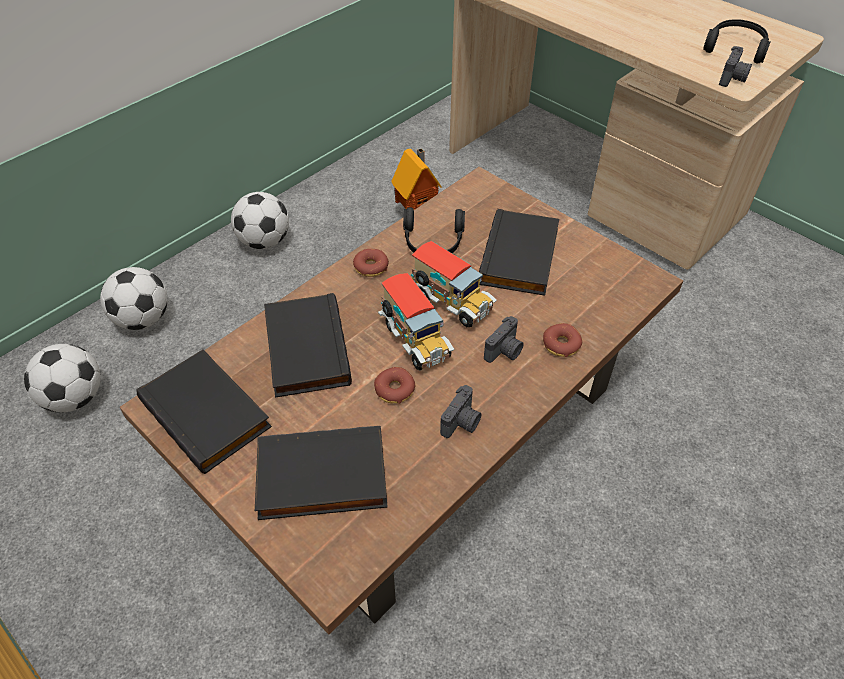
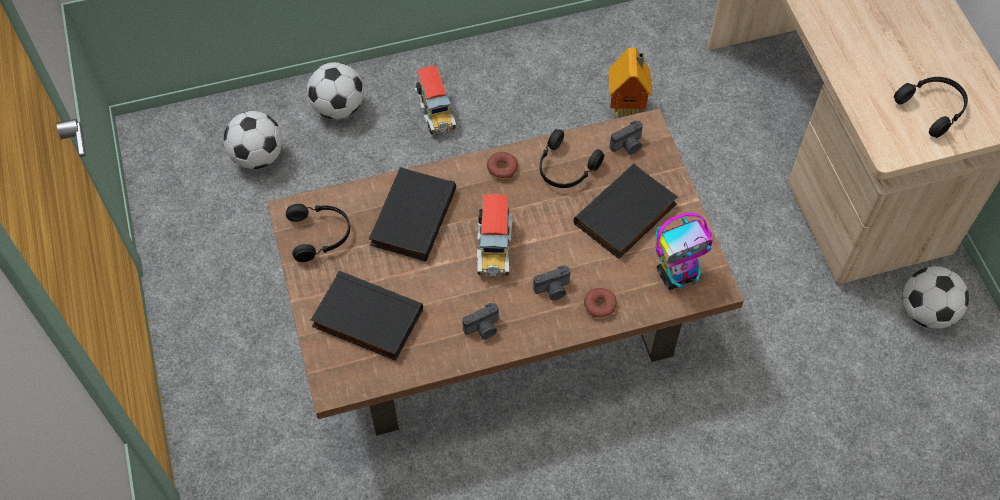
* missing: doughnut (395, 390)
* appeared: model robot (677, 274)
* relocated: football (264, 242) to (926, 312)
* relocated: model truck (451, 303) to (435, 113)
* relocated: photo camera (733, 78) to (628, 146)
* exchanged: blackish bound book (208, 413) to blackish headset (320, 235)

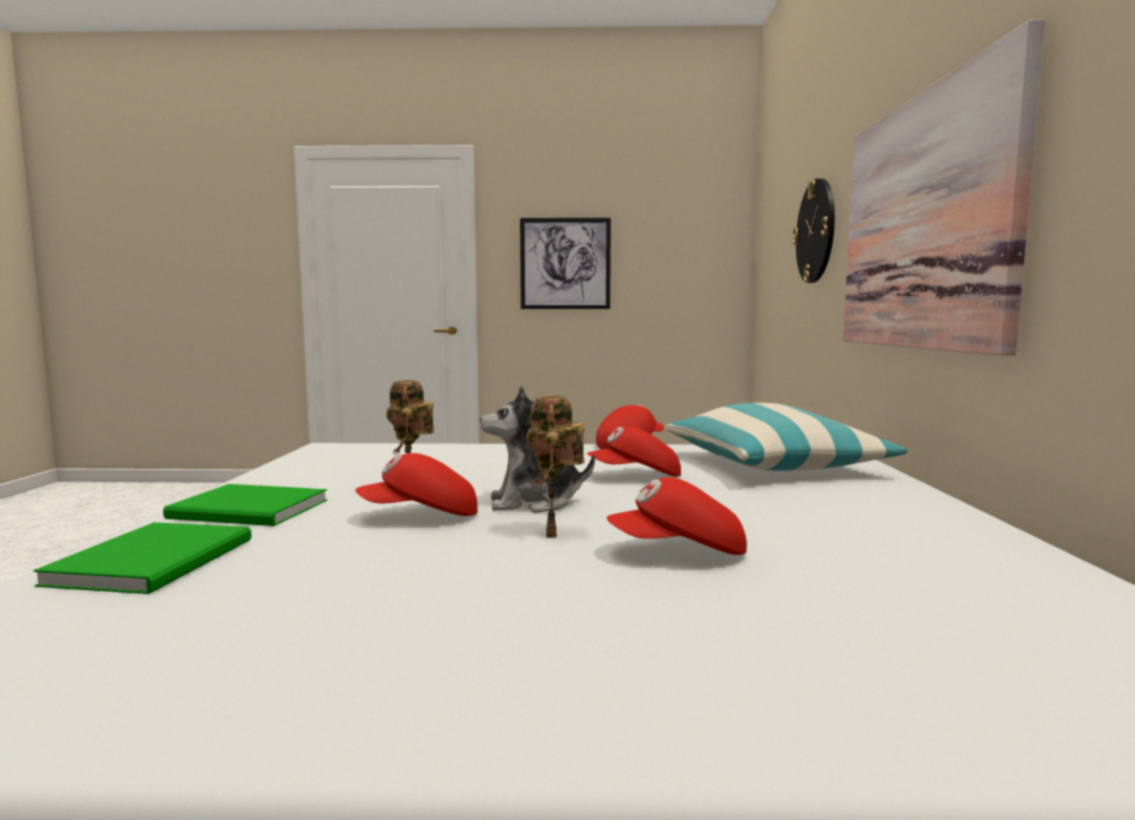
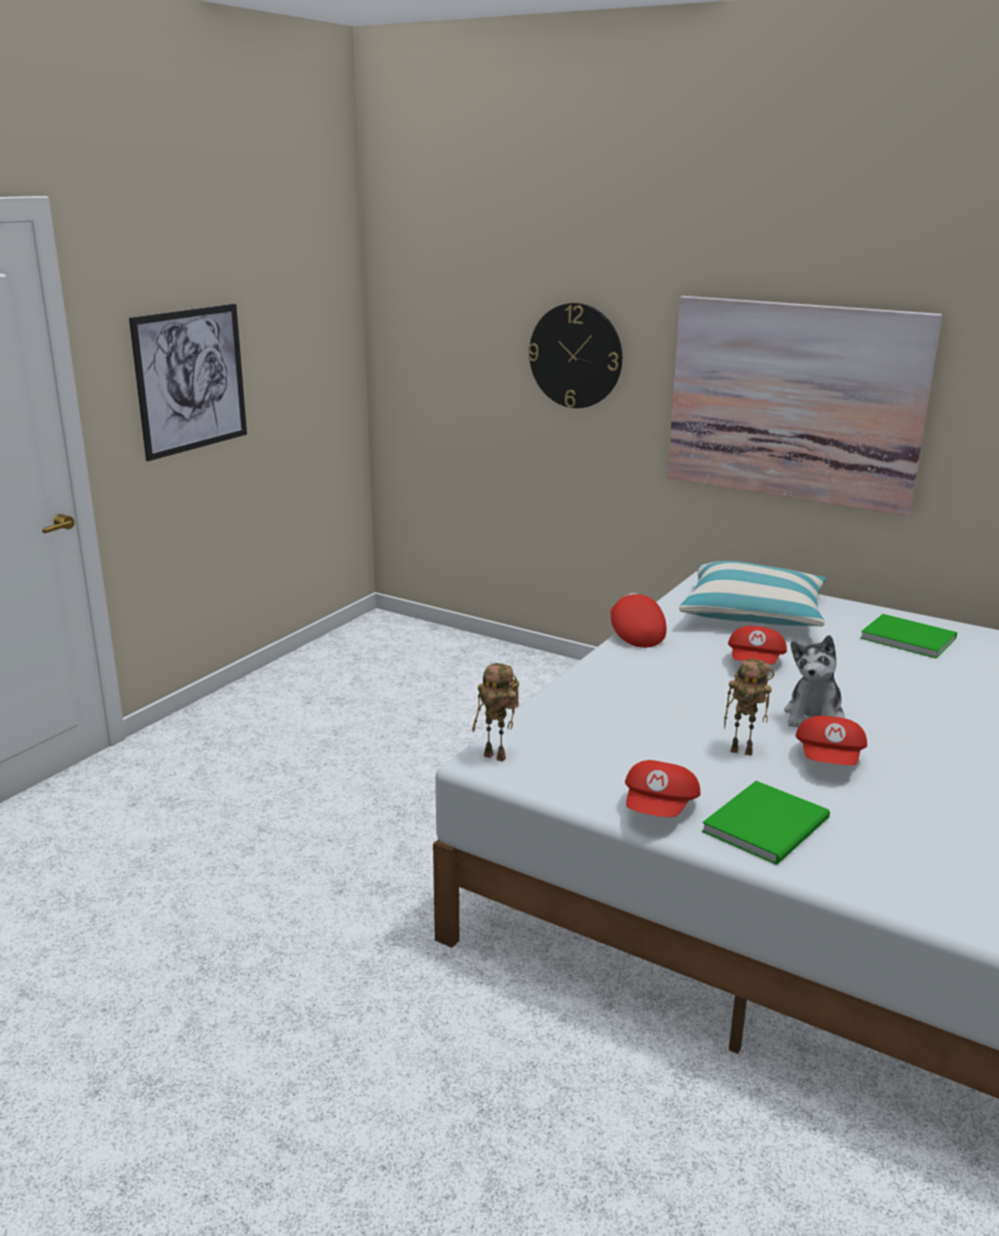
* relocated: green-coloured bound book (160, 560) to (906, 637)
* relocated: model robot (555, 533) to (497, 756)
* relocated: red-coloured cap (679, 552) to (660, 809)

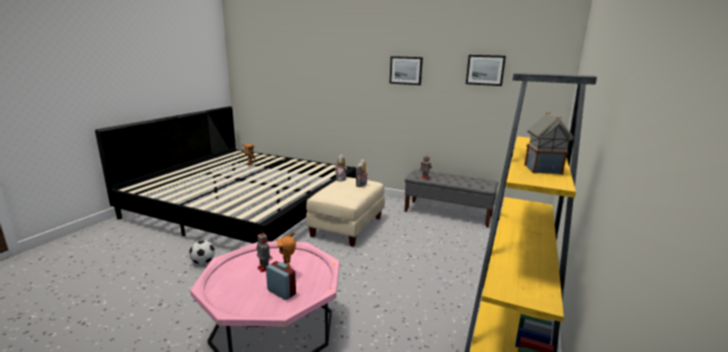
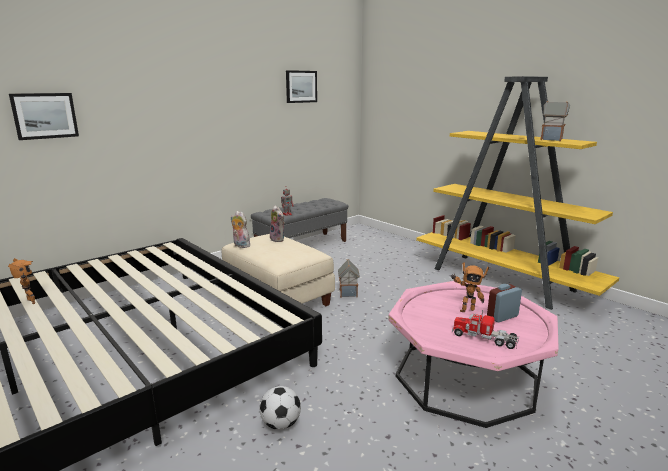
* missing: model robot (264, 267)
* appeared: model house (348, 293)
* appeared: model truck (484, 338)
* relocated: wall art (406, 70) to (45, 115)

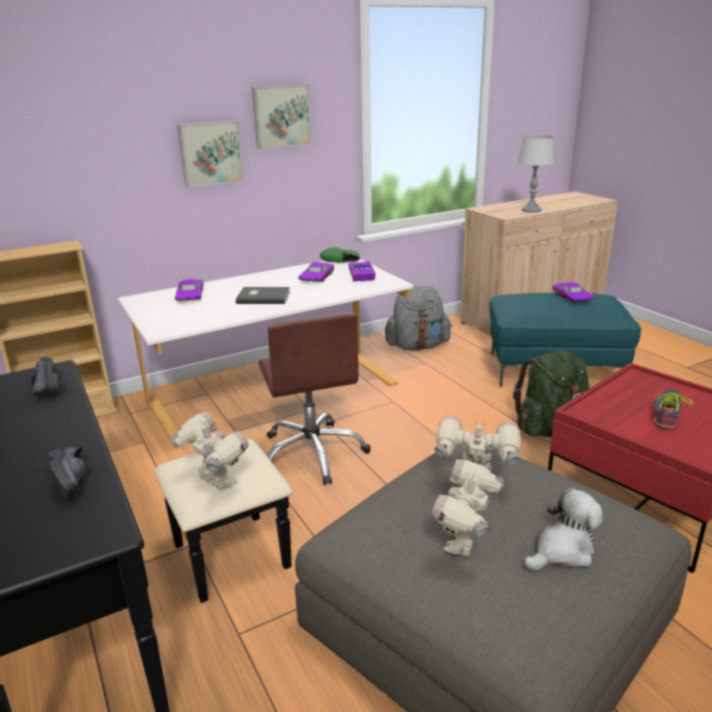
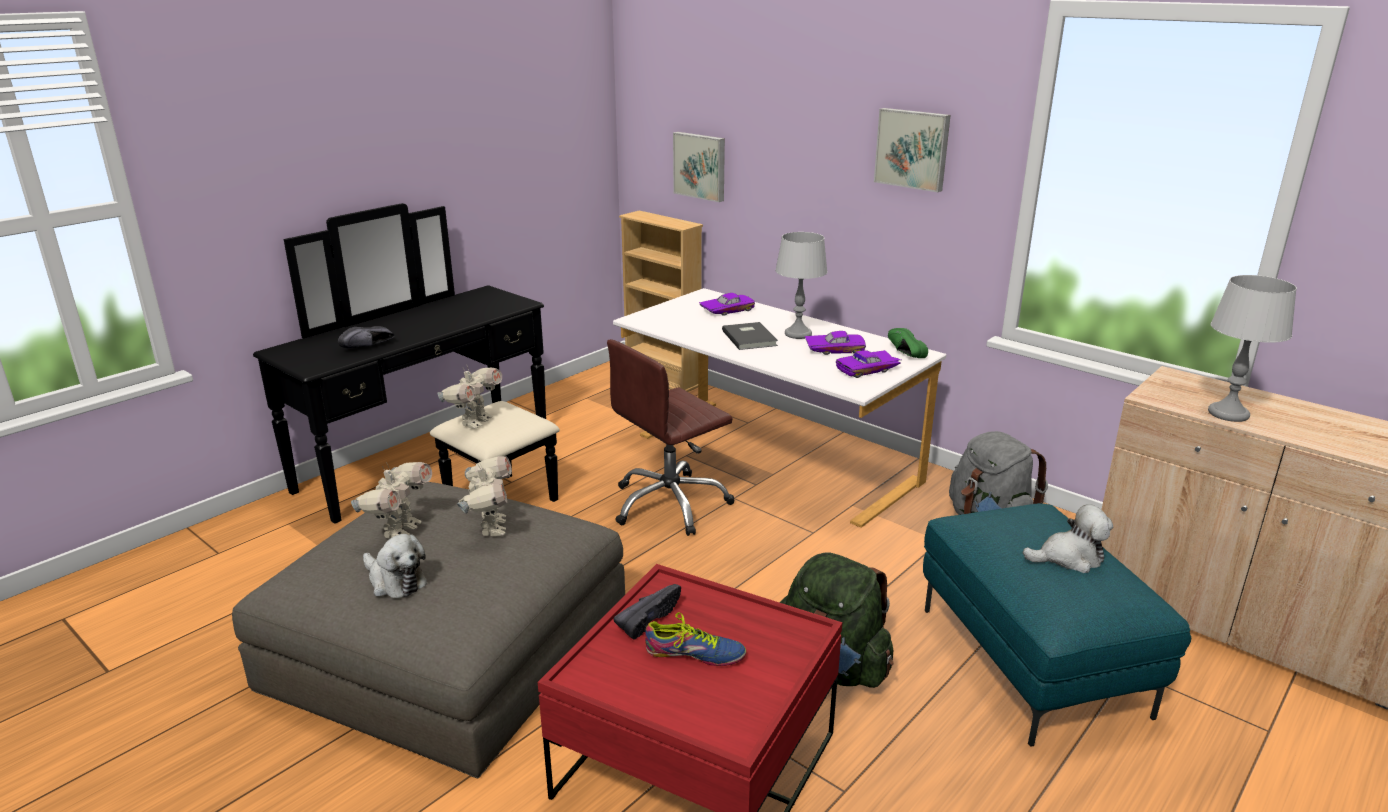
* appeared: greyish lamp for a table (798, 334)
* relocated: blackish low shoe (44, 388) to (647, 618)
* relocated: wall art (210, 153) to (700, 166)
* exchanged: purplish miniature car (570, 297) to cuddly toy (1069, 558)
* spun: model robot (464, 542) = (400, 531) 105 degrees clockwise

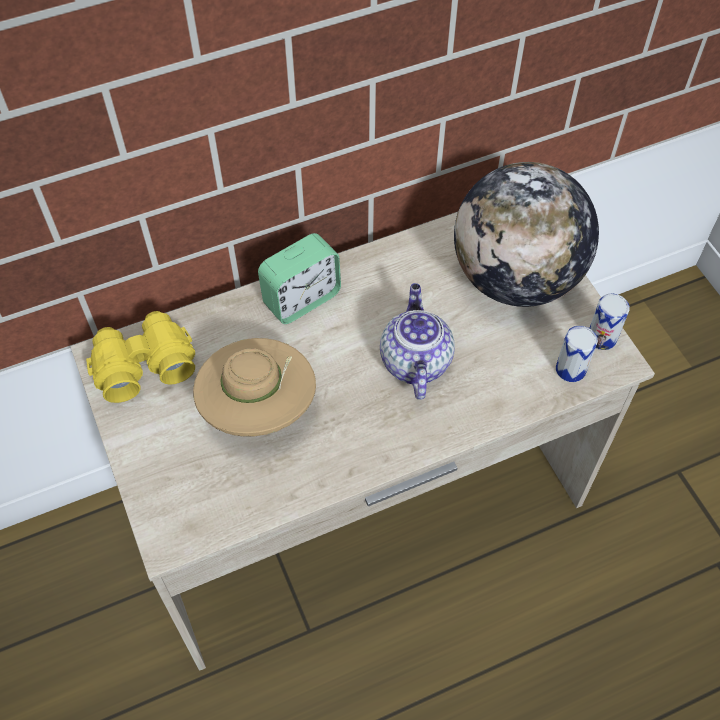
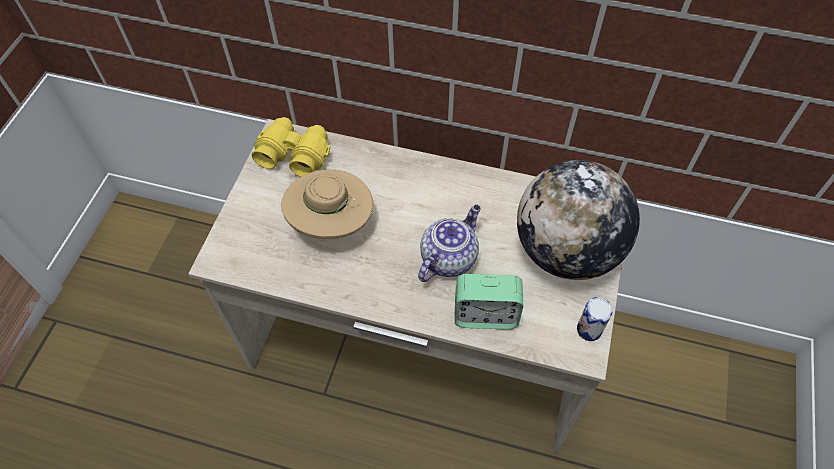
* missing: can (570, 369)
* relocated: table clock (301, 299) to (485, 315)

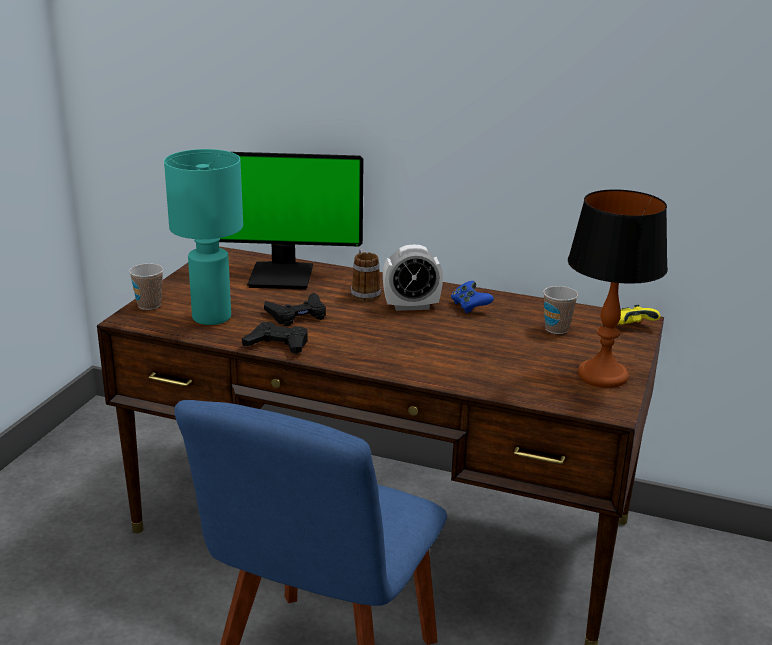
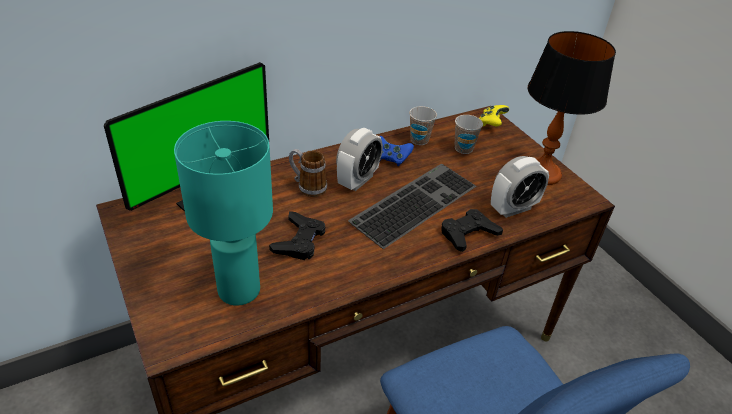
* appeared: keyboard (413, 202)
* appeared: table clock (513, 208)
* relocated: drinking cup (149, 305) to (419, 140)
* relocated: blackish joypad (277, 344) to (468, 234)

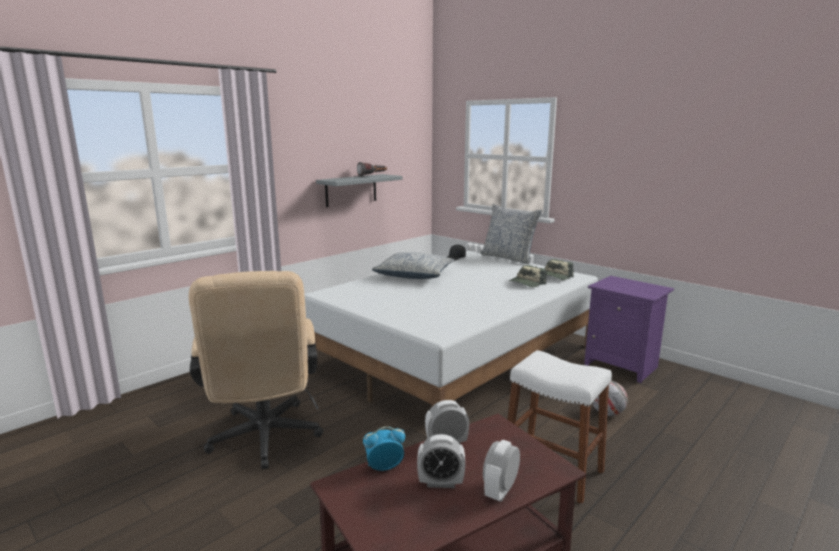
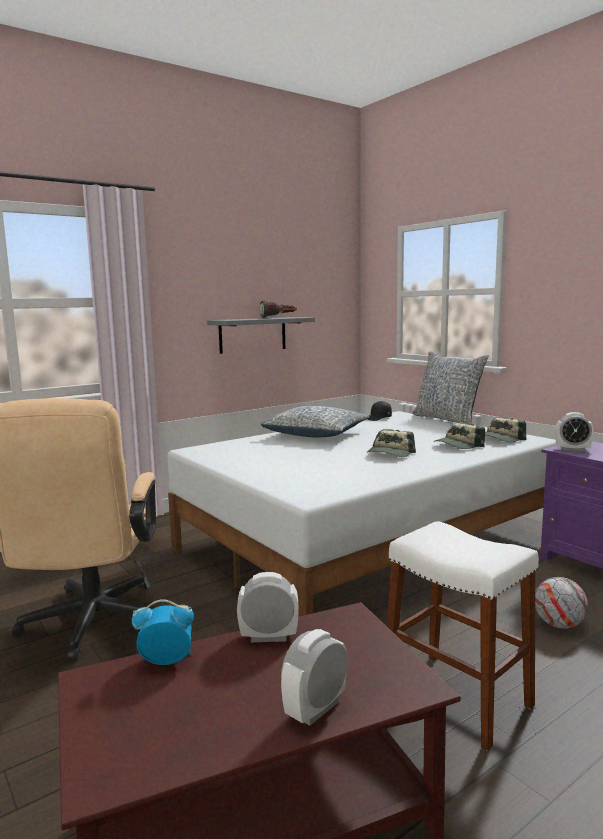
* appeared: cap (390, 454)
* relocated: table clock (440, 483) to (572, 449)

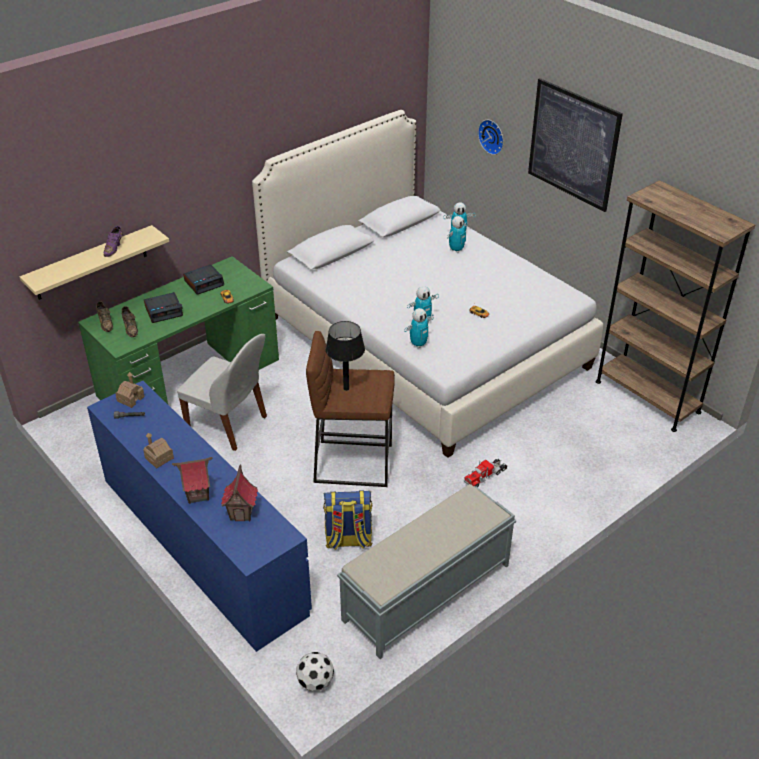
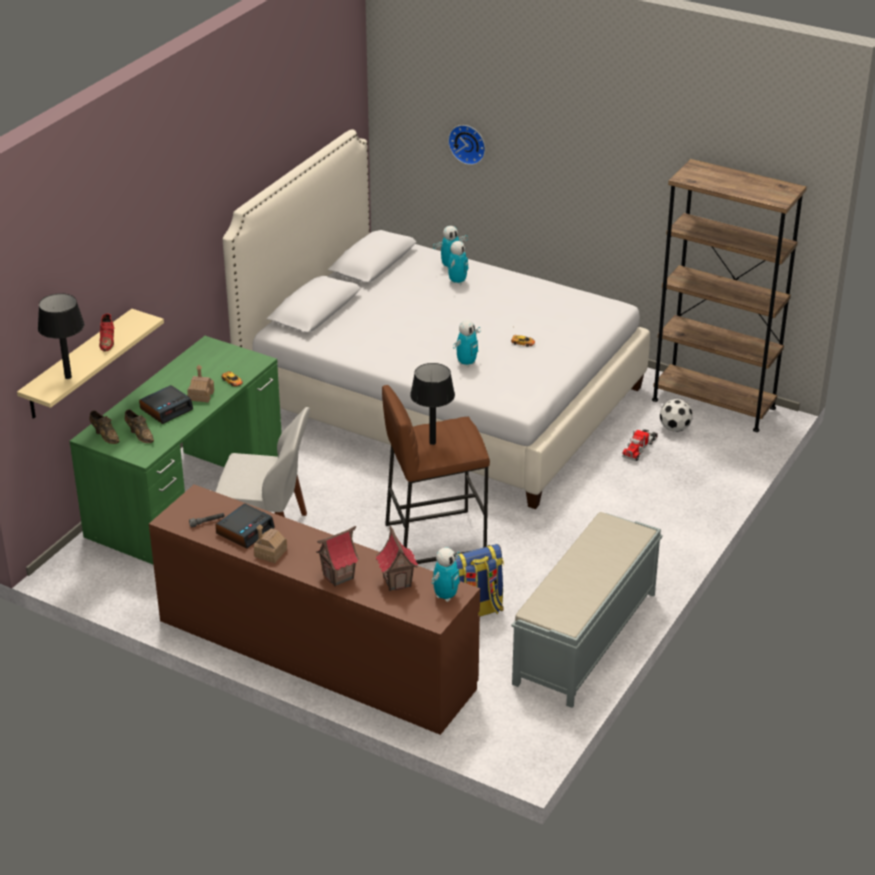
* missing: wall art (573, 144)
* appeared: blackish lamp for a table (68, 377)
* relocated: model house (130, 399) to (201, 395)
* relocated: table clock (204, 283) to (245, 530)
* relocated: football (315, 682) to (674, 428)
* relocated: model robot (418, 344) to (445, 596)
* relocated: model truck (485, 476) to (639, 448)
* colour: blue-coloured drawer chest (201, 544) to brownish drawer chest (315, 654)
* colour: purplish low shoe (114, 248) to red-coloured low shoe (108, 341)

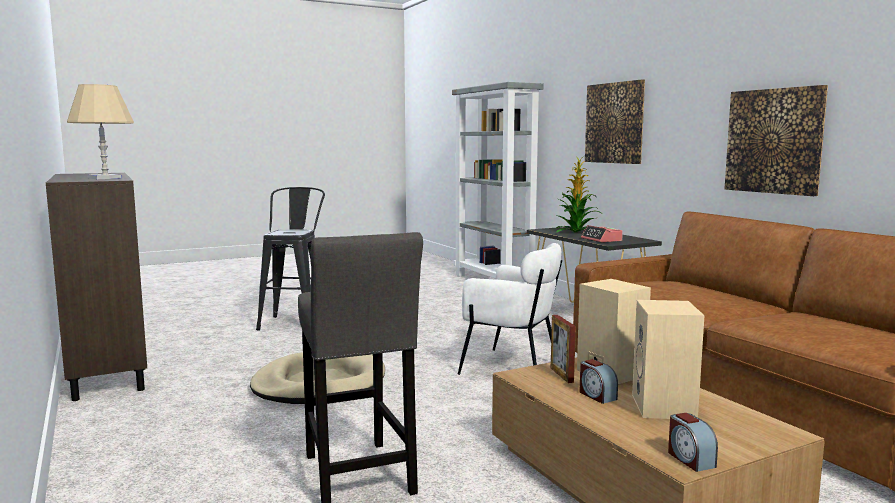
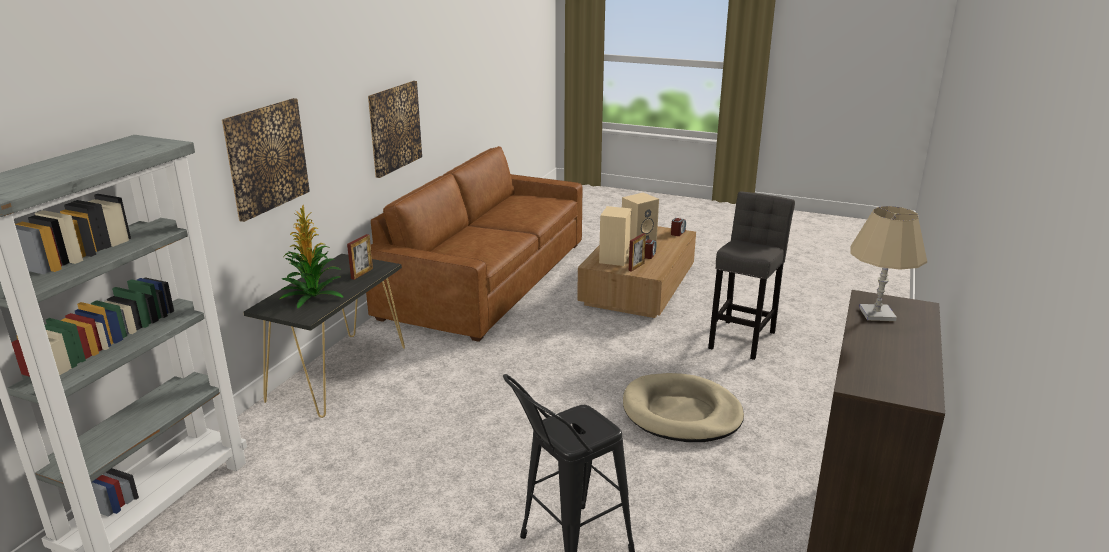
* missing: white armchair (511, 367)
* exchanged: table clock (601, 240) to picture frame (362, 273)

